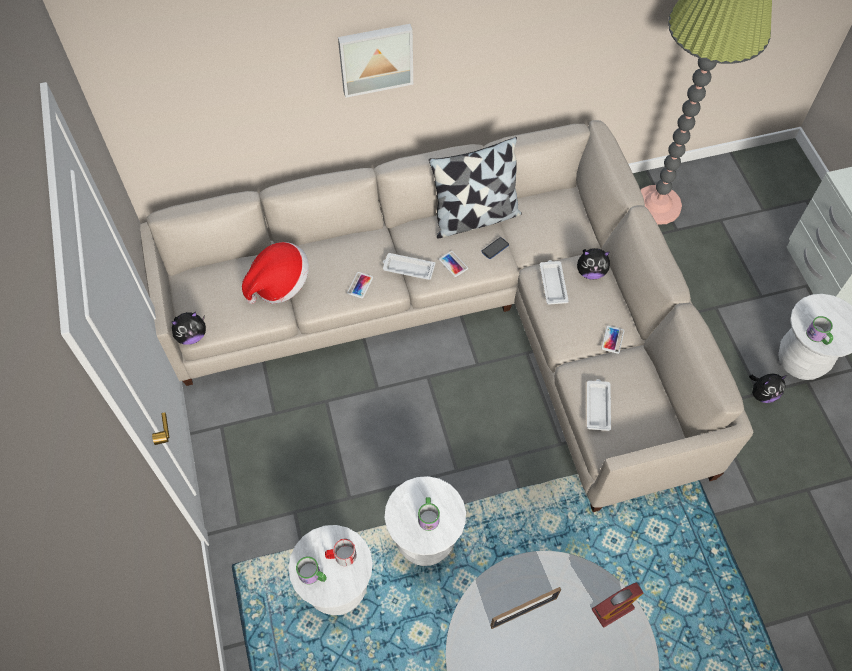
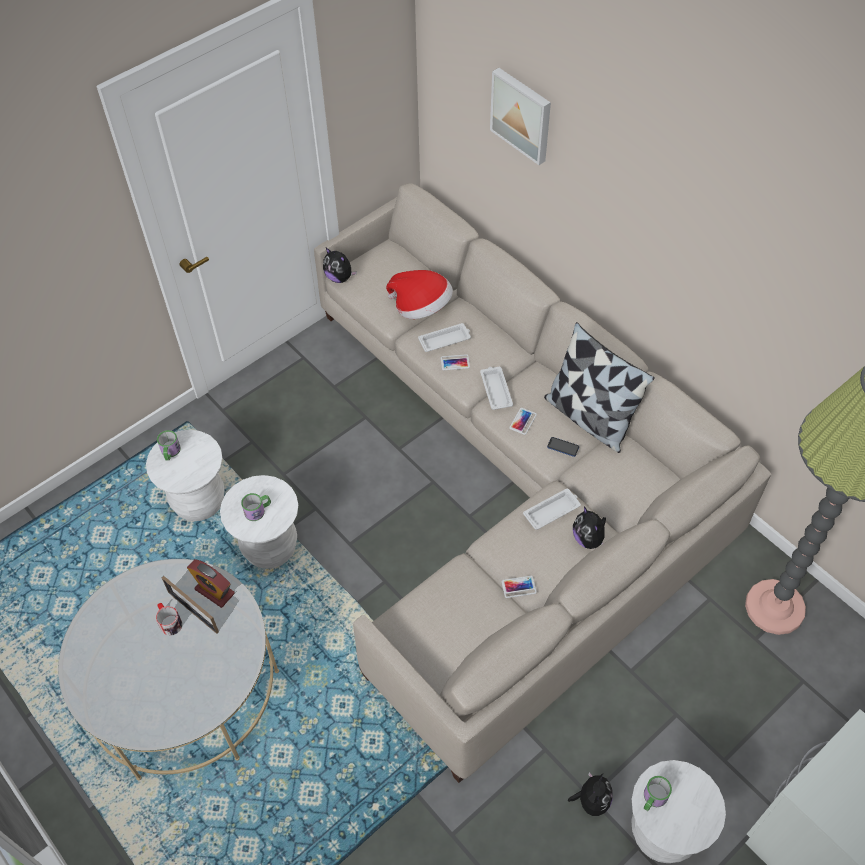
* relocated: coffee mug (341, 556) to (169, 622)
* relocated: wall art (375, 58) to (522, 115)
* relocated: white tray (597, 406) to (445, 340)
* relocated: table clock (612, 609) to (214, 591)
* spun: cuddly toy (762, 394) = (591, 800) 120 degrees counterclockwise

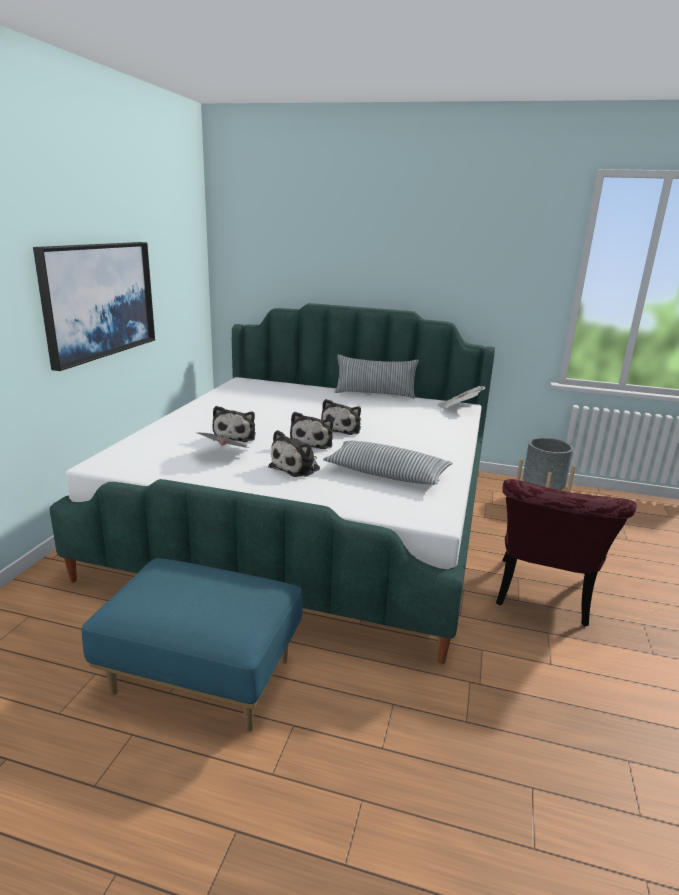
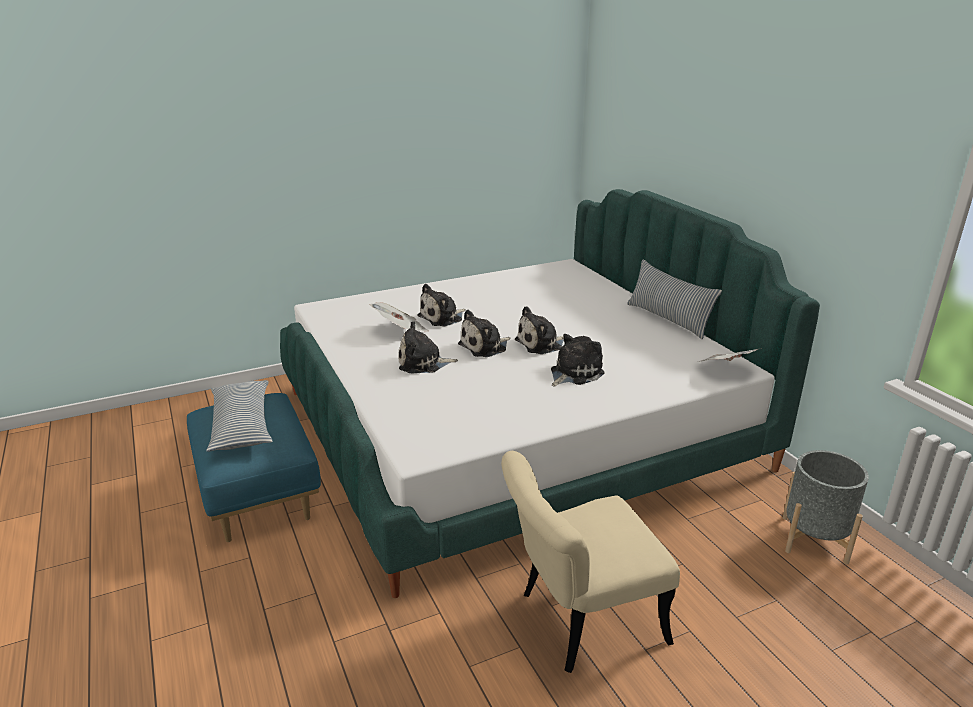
* missing: wall art (99, 300)
* appeared: cuddly toy (574, 373)
* relocated: throw pillow (386, 474) to (242, 425)
* colour: red-coloured chair (542, 598) to sand-coloured chair (578, 621)

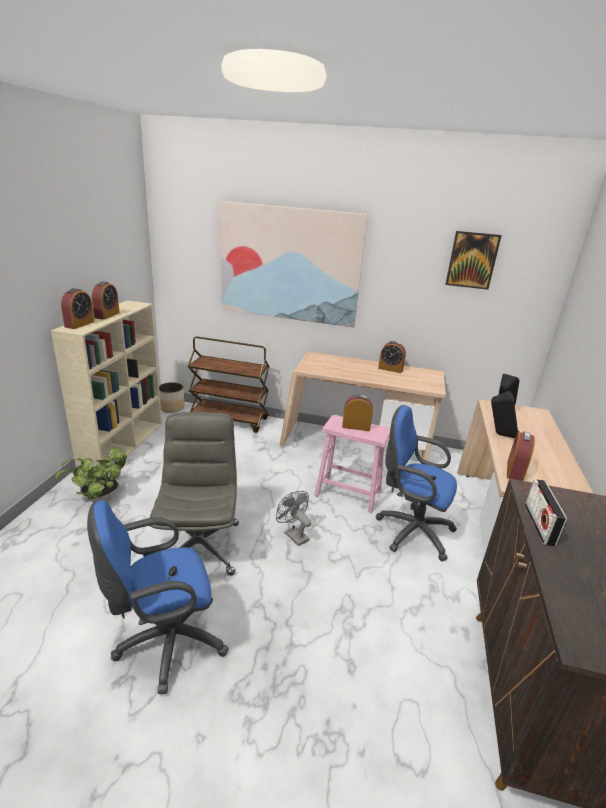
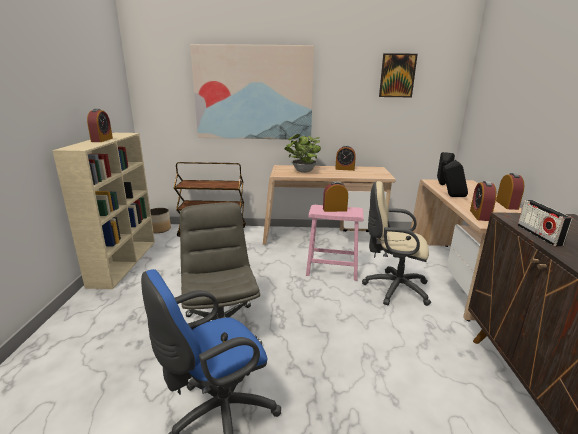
* missing: greyish cooling fan (293, 535)
* relocated: potted plant (98, 499) to (303, 171)
* relocated: table clock (79, 324) to (506, 205)
* colour: blue-coloured desk chair (410, 530) to sand-coloured desk chair (392, 288)

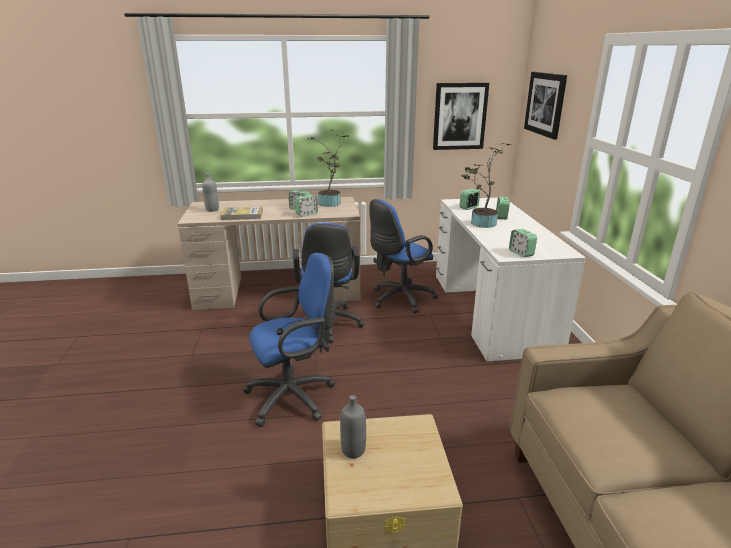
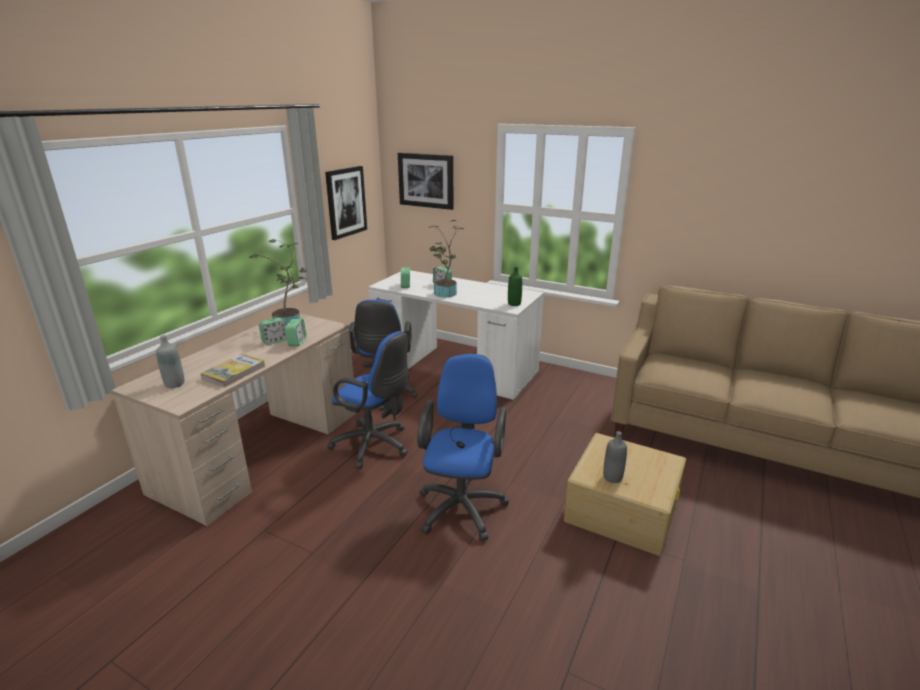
* exchanged: table clock (521, 253) to green-coloured drink bottle (514, 304)

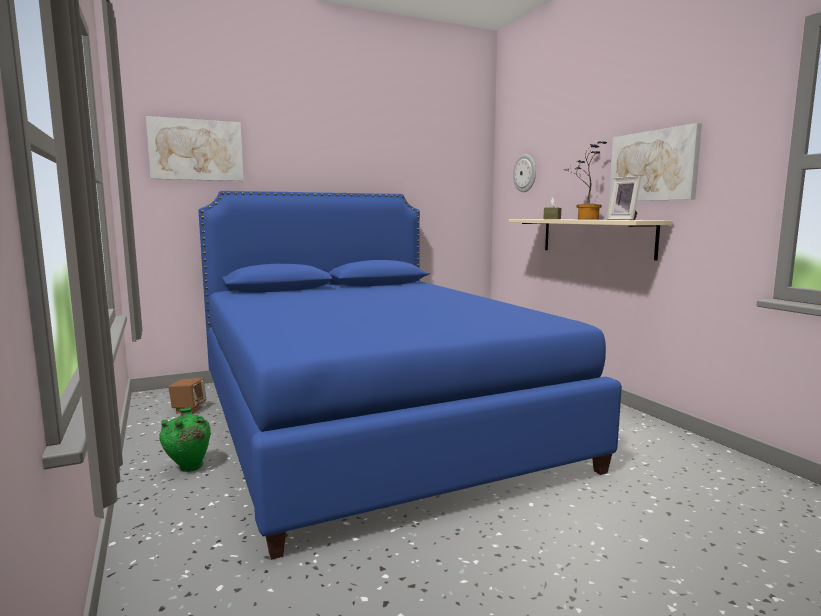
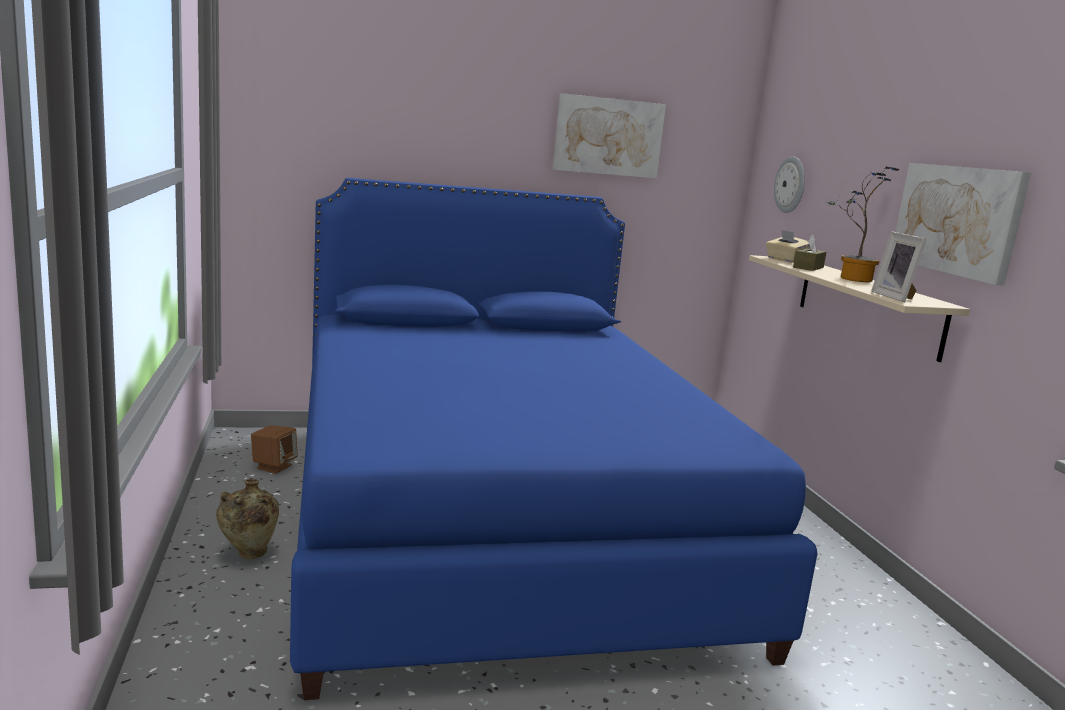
* appeared: sand-coloured tissue box (785, 260)
* relocated: wall art (196, 150) to (608, 136)
* colour: green-coloured vase (188, 468) to sand-coloured vase (248, 554)

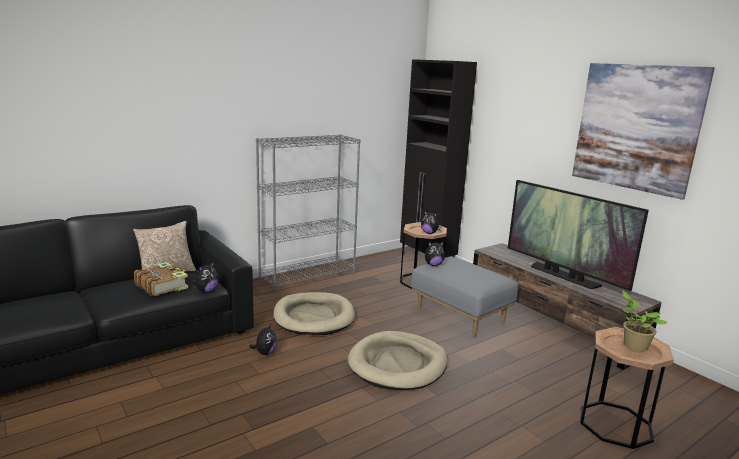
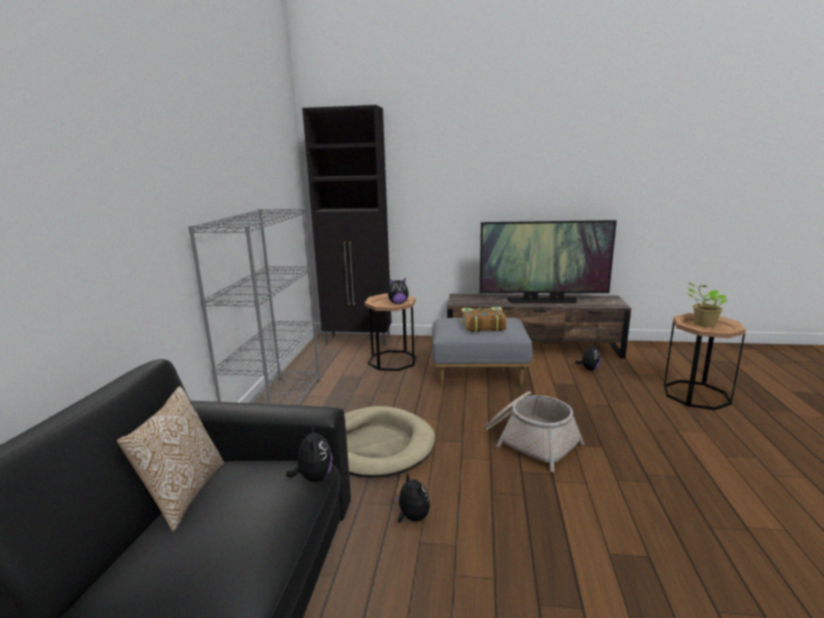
* missing: wall art (636, 127)
* relocated: bound book (161, 286) to (482, 326)
* relocated: cuddly toy (433, 265) to (588, 369)
* exchanged: sand-coloured dog bed (398, 364) to household basket (530, 441)

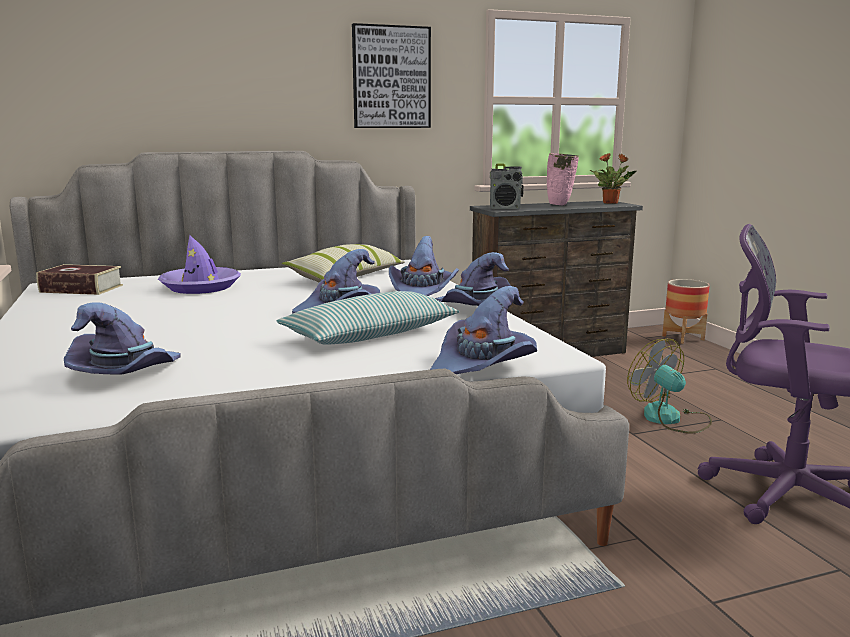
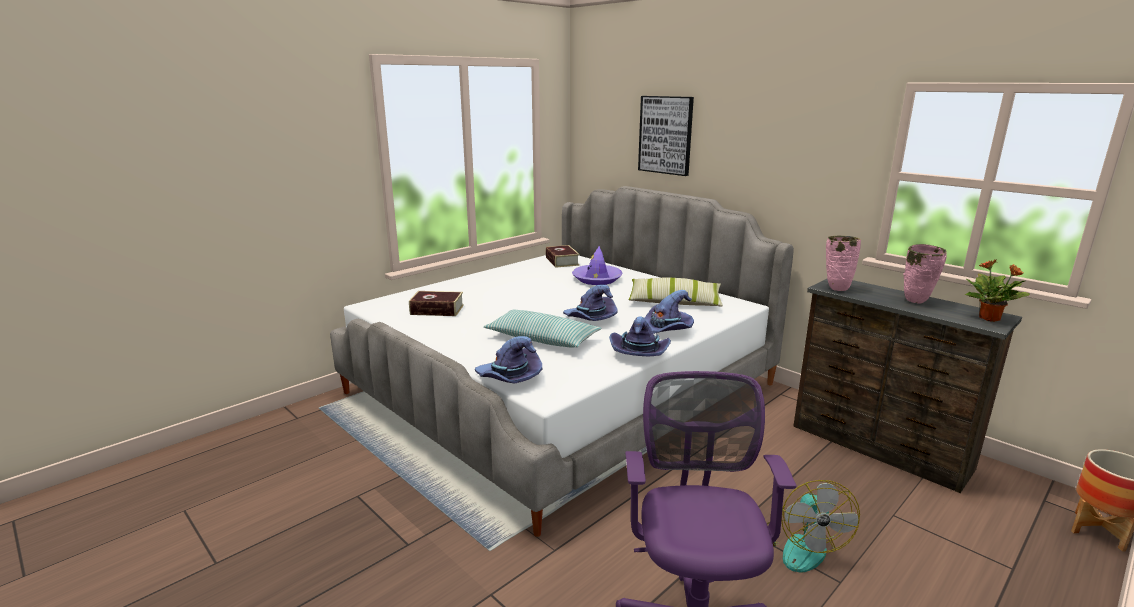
* relocated: wall art (391, 77) to (666, 135)
* exchanged: purplish clothing hat (125, 374) to bound book (437, 310)
* exchanged: radio receiver (505, 208) to pinkish vase (837, 288)
* spun: cooling fan (670, 419) = (799, 545) 150 degrees clockwise

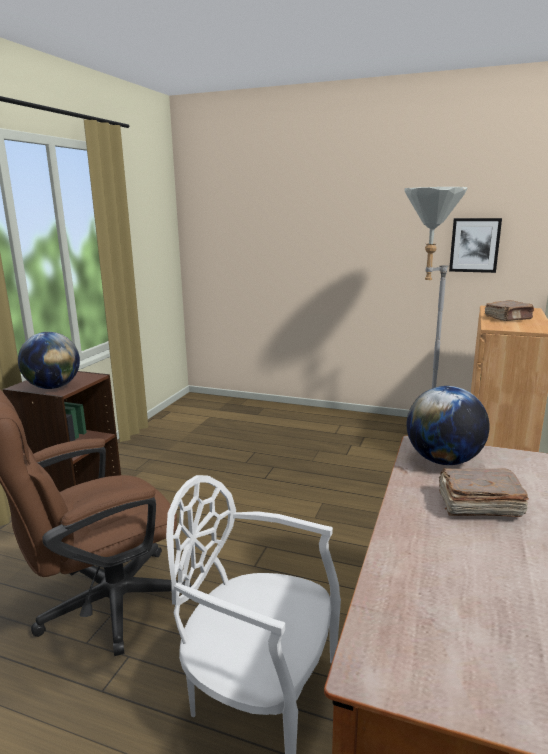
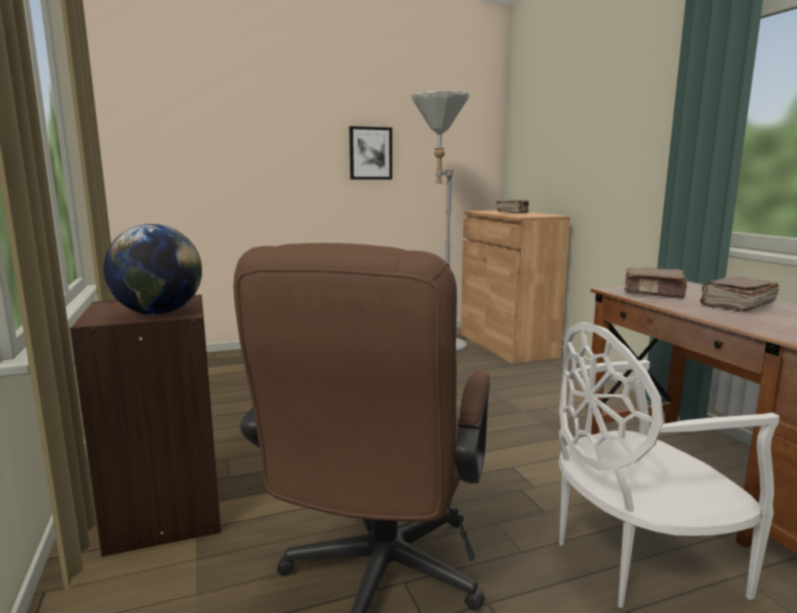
* relocated: wall art (474, 245) to (370, 153)
* exchanged: globe (443, 461) to brownish bound book (654, 293)

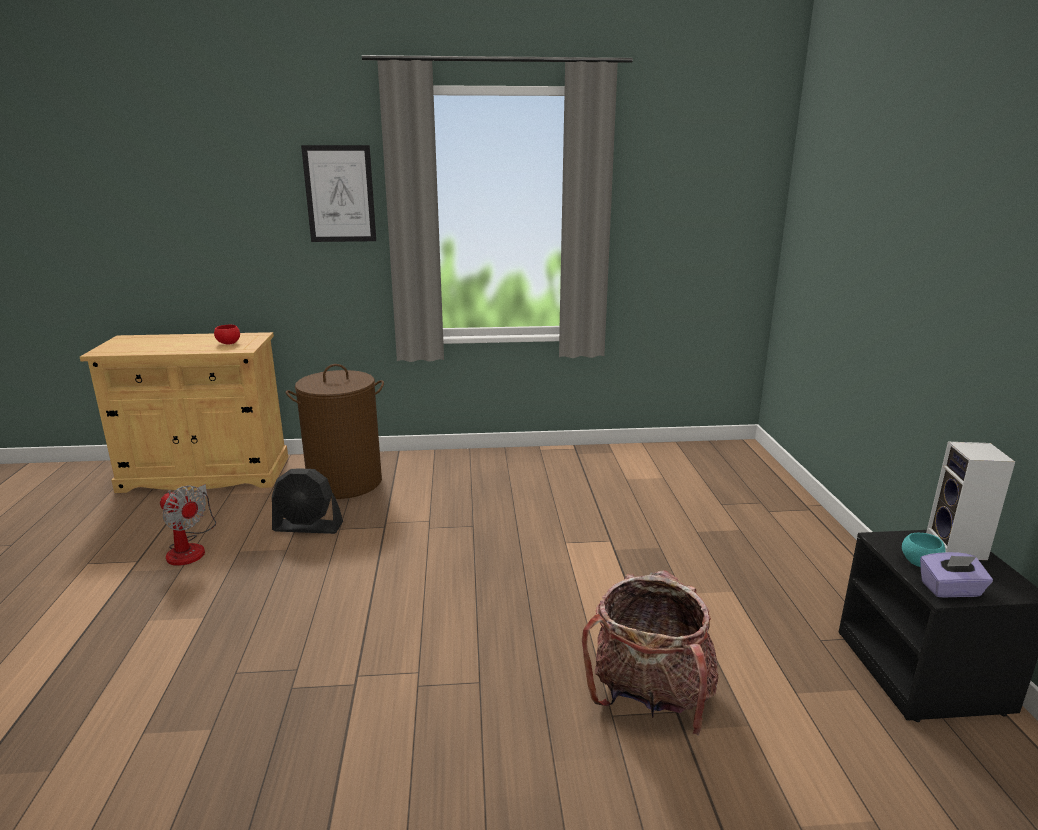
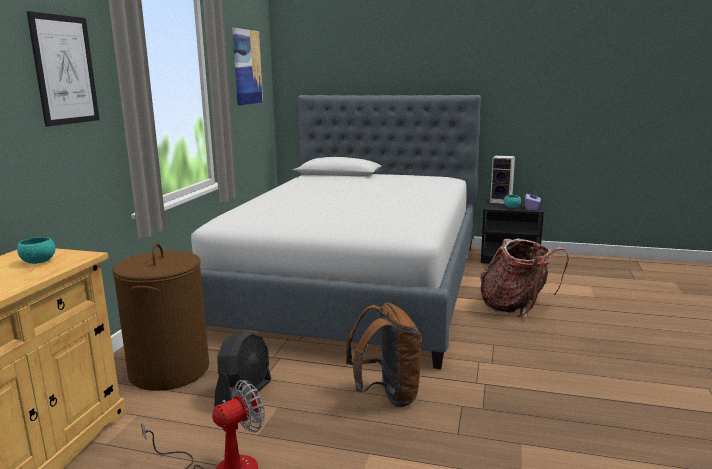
* appeared: sleeping bed (355, 285)
* appeared: wall art (247, 67)
* appeared: brownish knapsack (387, 395)
* colour: red-coloured deep dish (228, 343) to turquoise-coloured deep dish (38, 262)

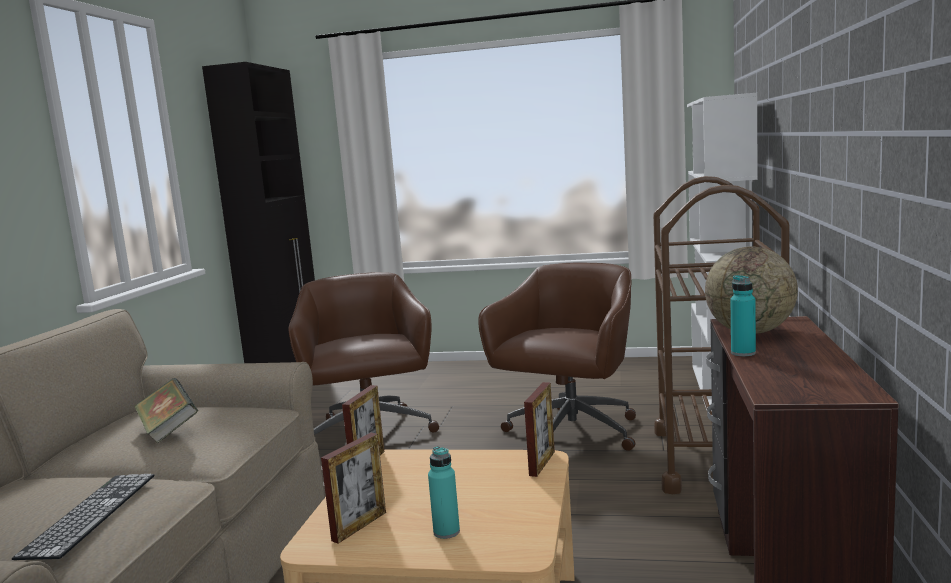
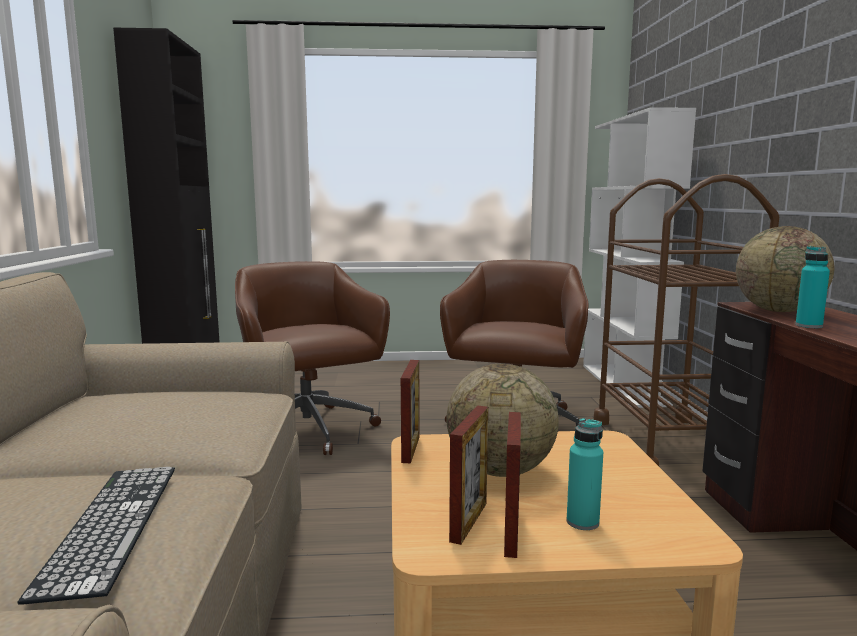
* missing: bound book (168, 430)
* appeared: globe (500, 471)
* relocated: picture frame (542, 463) to (511, 532)

